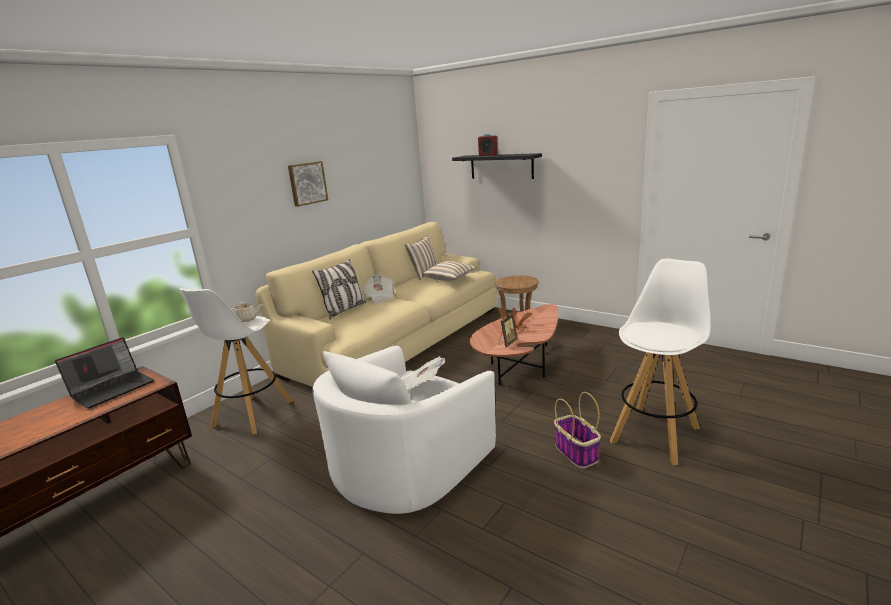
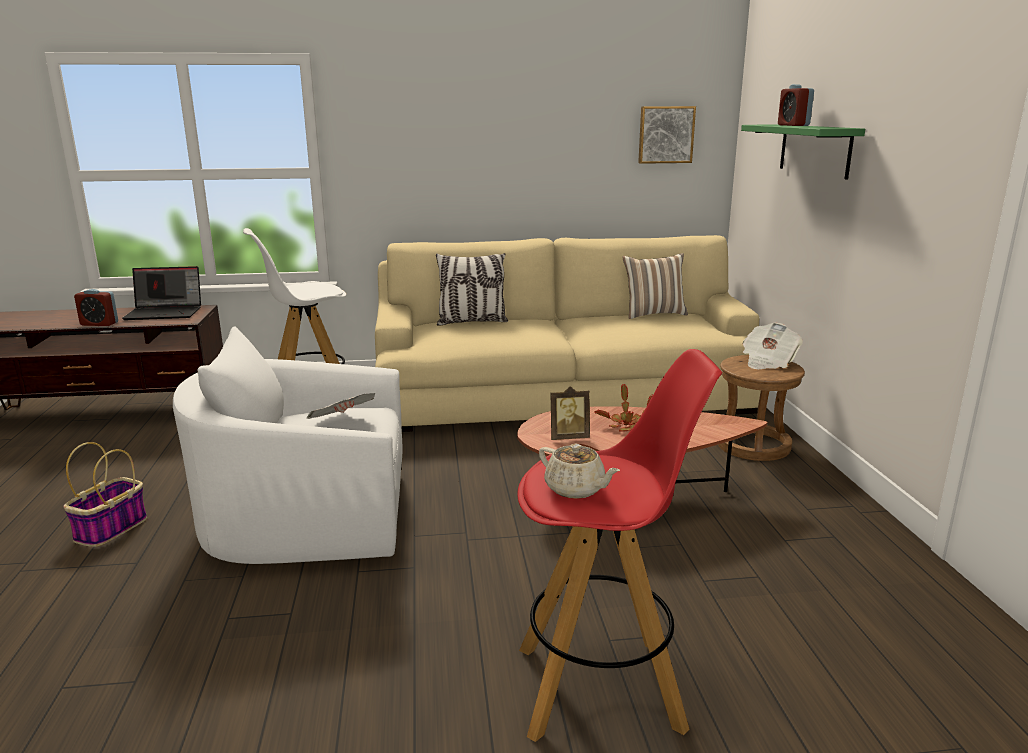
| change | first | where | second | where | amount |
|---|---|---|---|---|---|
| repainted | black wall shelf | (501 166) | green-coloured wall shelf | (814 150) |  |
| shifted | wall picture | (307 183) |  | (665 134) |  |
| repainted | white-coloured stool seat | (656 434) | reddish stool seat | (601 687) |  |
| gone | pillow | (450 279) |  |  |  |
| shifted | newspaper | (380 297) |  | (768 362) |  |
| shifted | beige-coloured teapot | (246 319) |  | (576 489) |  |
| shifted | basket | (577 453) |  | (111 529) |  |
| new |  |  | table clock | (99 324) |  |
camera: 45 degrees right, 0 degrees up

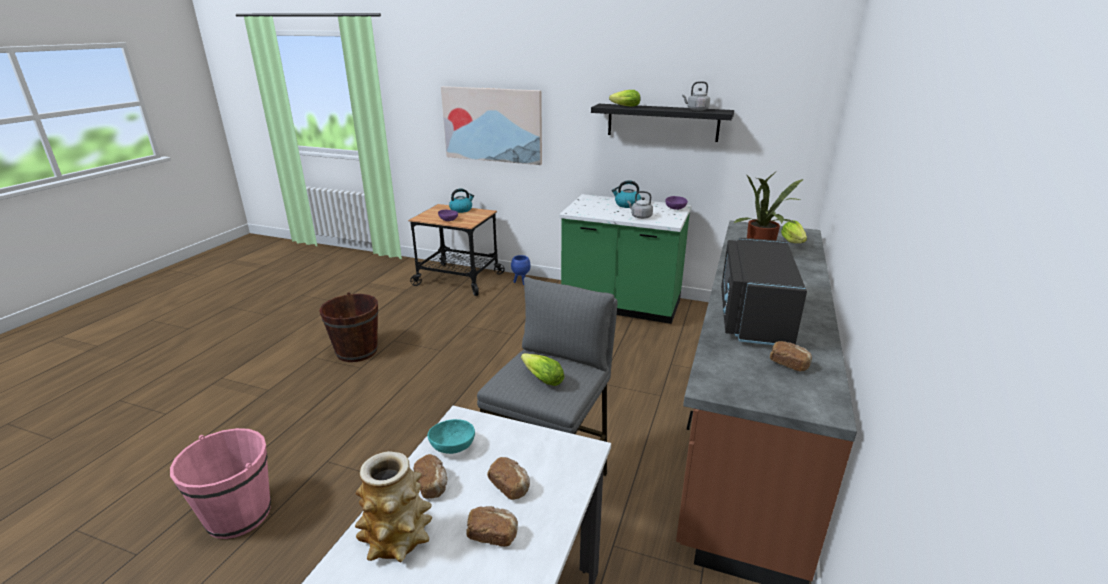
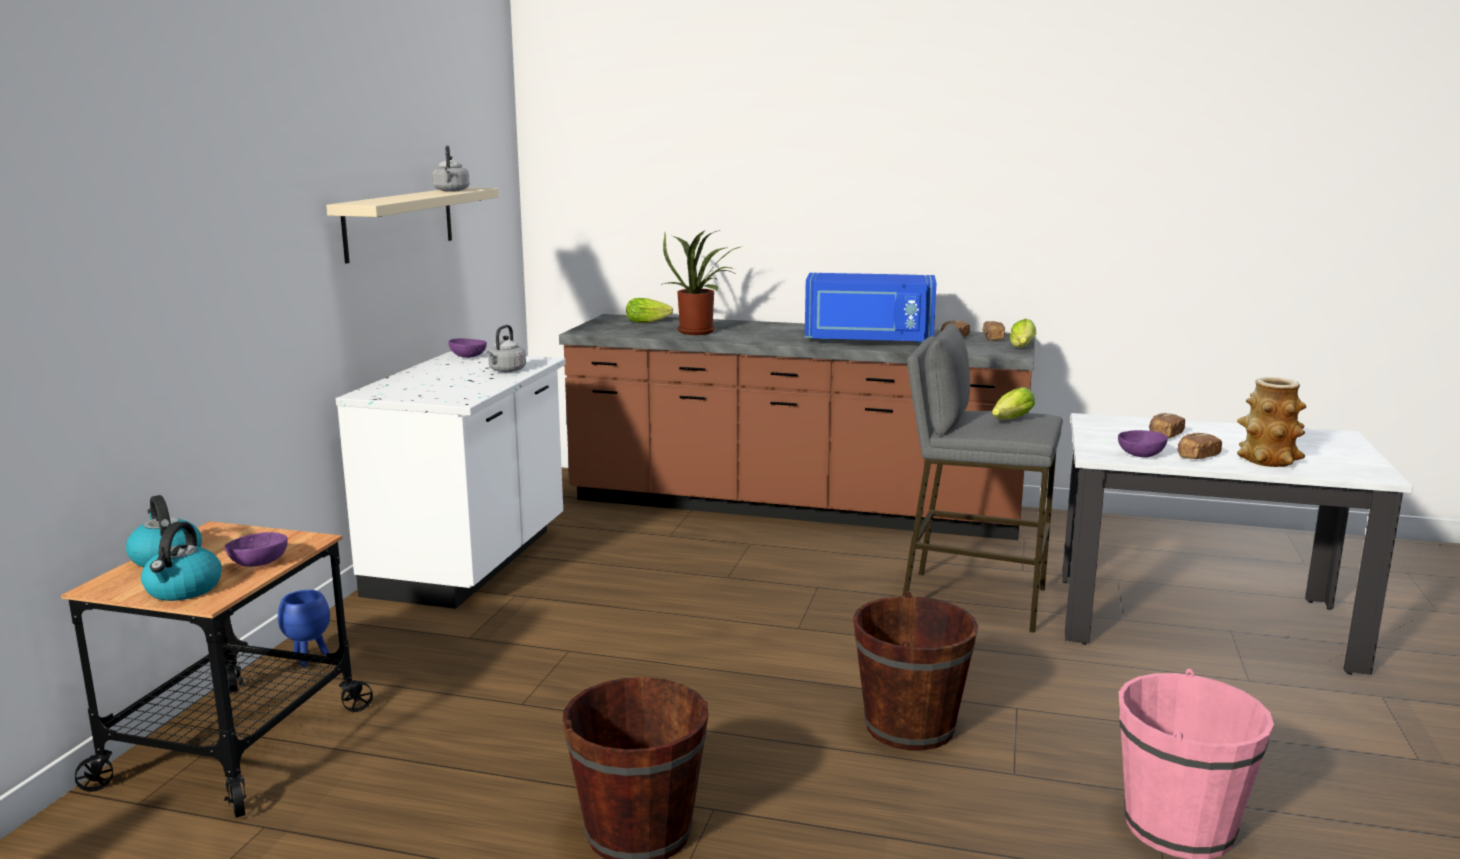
| change | first | where | second | where | amount |
|---|---|---|---|---|---|
| gone | wall picture | (492 125) |  |  |  |
| shifted | lettuce | (624 106) |  | (1022 348) |  |
| repainted | black wall shelf | (662 122) | beige-coloured wall shelf | (399 223) |  |
| shifted | water kettle | (627 205) |  | (183 589) |  |
| repainted | green-coloured kitchen base unit | (621 306) | white-coloured kitchen base unit | (471 563) |  |
| repainted | black microwave | (752 317) | bluish microwave | (868 341) |  |
| repainted | turquoise bowl | (452 446) | purple-coloured bowl | (1140 455) |  |
| shifted | bakery bread | (492 534) |  | (992 339) |  |
| new |  |  | brown-coloured water bucket | (910 726) |  |
camera: 95 degrees left, 10 degrees down

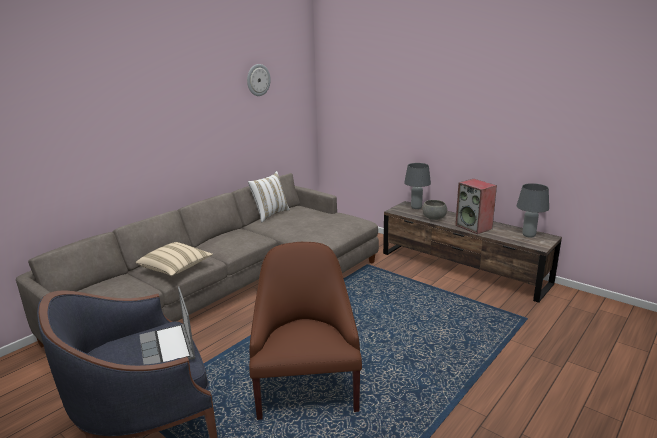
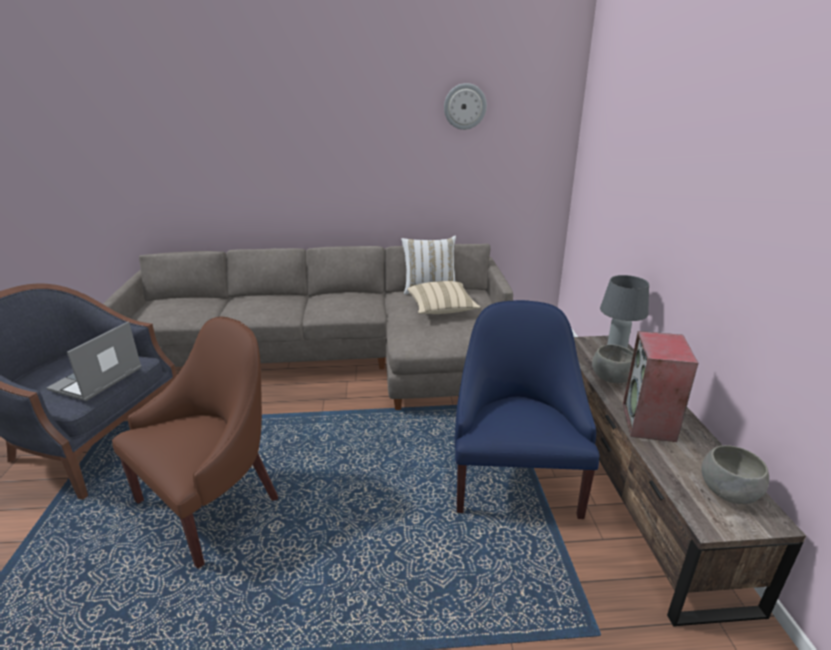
| change | first | where | second | where | amount |
|---|---|---|---|---|---|
| swapped | gray tabletop lamp | (528 235) | gray bowl | (727 490) |  |
| shifted | beige-coloured pillow | (176 268) |  | (441 309) |  |
| new |  |  | bluish armchair | (514 479) |  |
camera: 45 degrees right, 5 degrees up

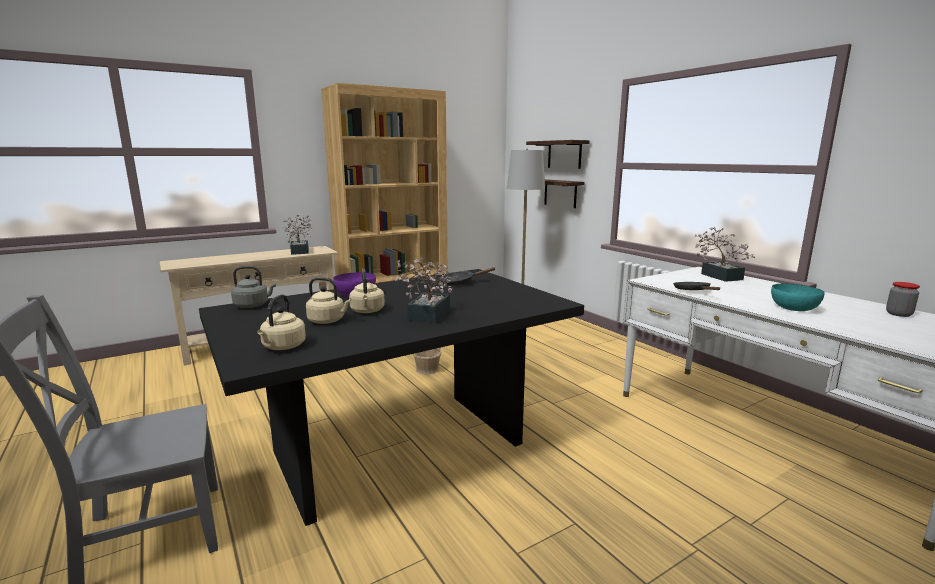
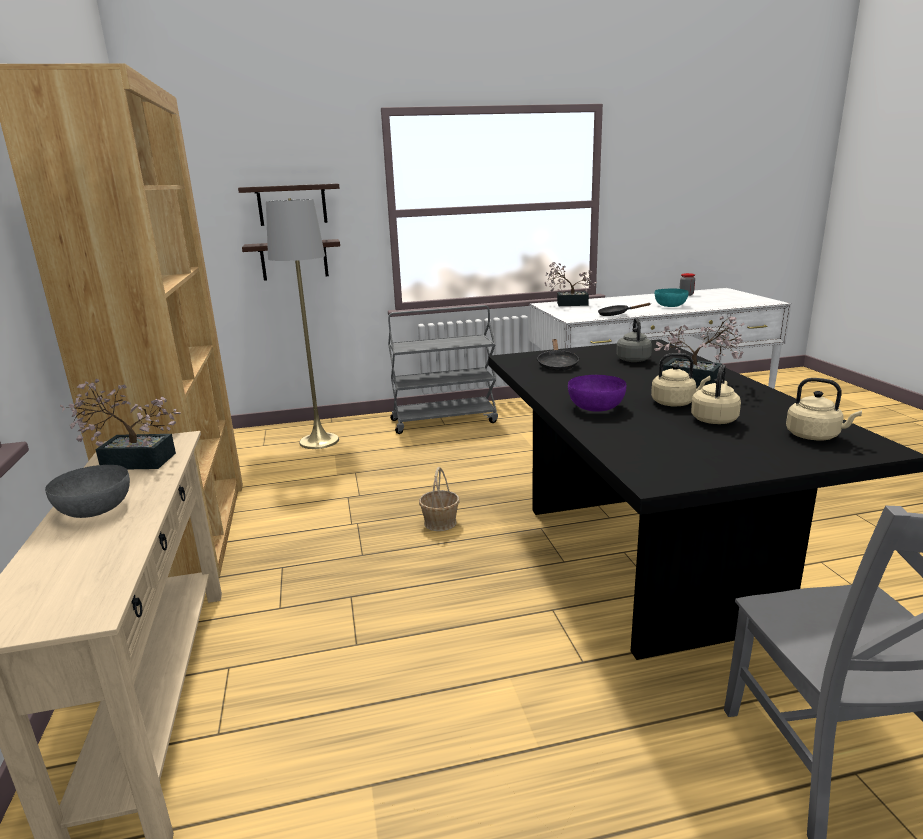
| change | first | where | second | where | amount |
|---|---|---|---|---|---|
| shifted | gray water kettle | (253 305) |  | (633 359) |  |
| new |  |  | gray cart | (444 421) |  |
| new |  |  | gray bowl | (96 508) |  |
camera: 70 degrees left, 5 degrees up

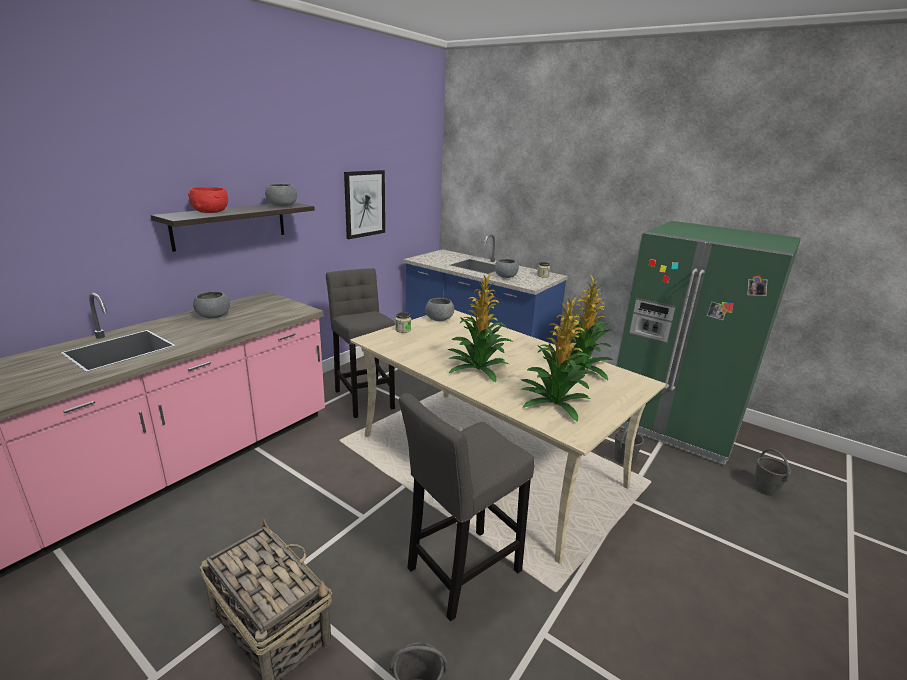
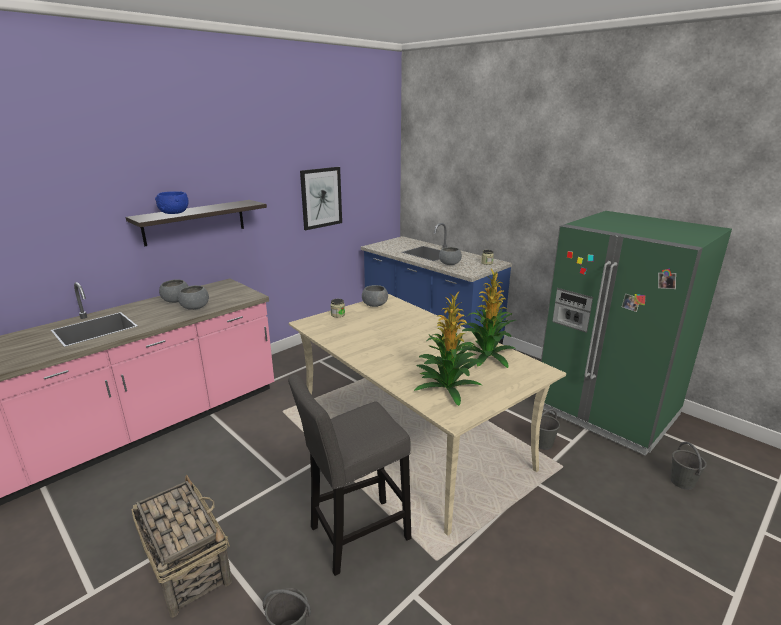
| change | first | where | second | where | amount |
|---|---|---|---|---|---|
| shifted | gray bowl | (282 206) |  | (195 307) |  |
| repainted | reddish bowl | (211 212) | bluish bowl | (175 213) |  |
| gone | gray stool seat | (364 397) |  |  |  |
| gone | houseplant | (478 368) |  |  |  |
camera: 10 degrees right, 0 degrees up

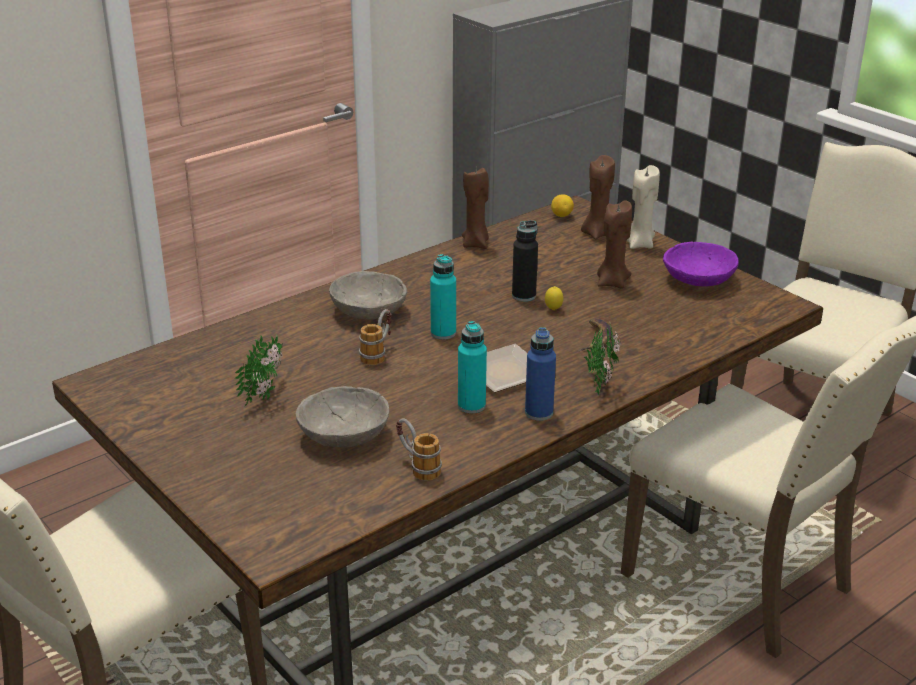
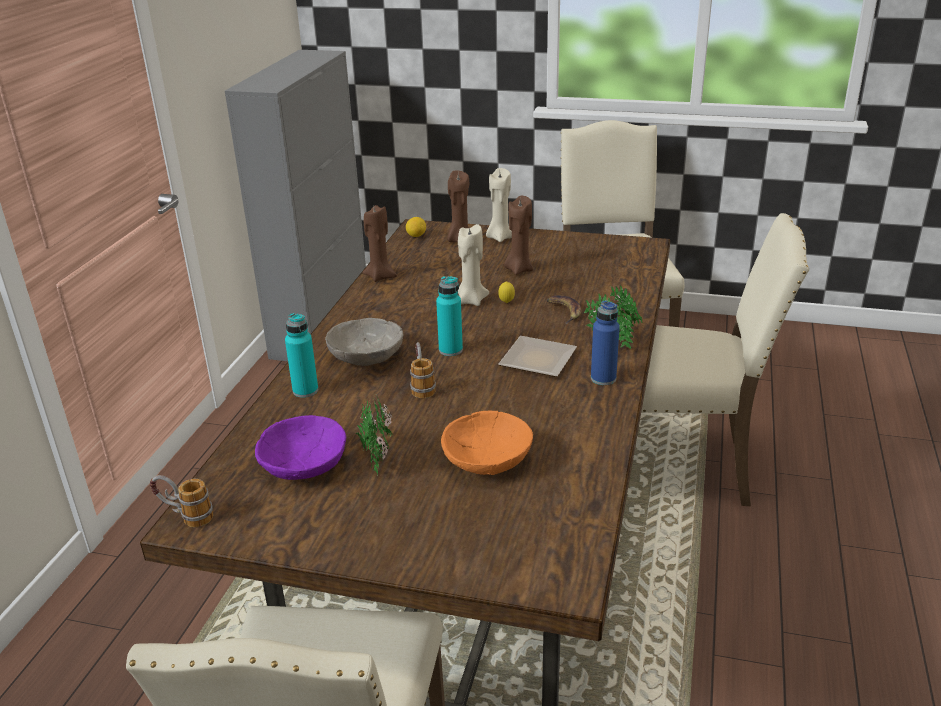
| change | first | where | second | where | amount |
|---|---|---|---|---|---|
| swapped | black drink bottle | (524 296) | beige-coloured candle | (471 301) |  |
| shifted | purple-coloured bowl | (699 279) |  | (304 465) |  |
| shifted | turquoise drink bottle | (471 406) |  | (305 390) |  |
| repainted | gray bowl | (345 435) | orange-coloured bowl | (487 460) |  |
| shifted | mug | (417 467) |  | (185 517) |  |
camera: 35 degrees left, 0 degrees up

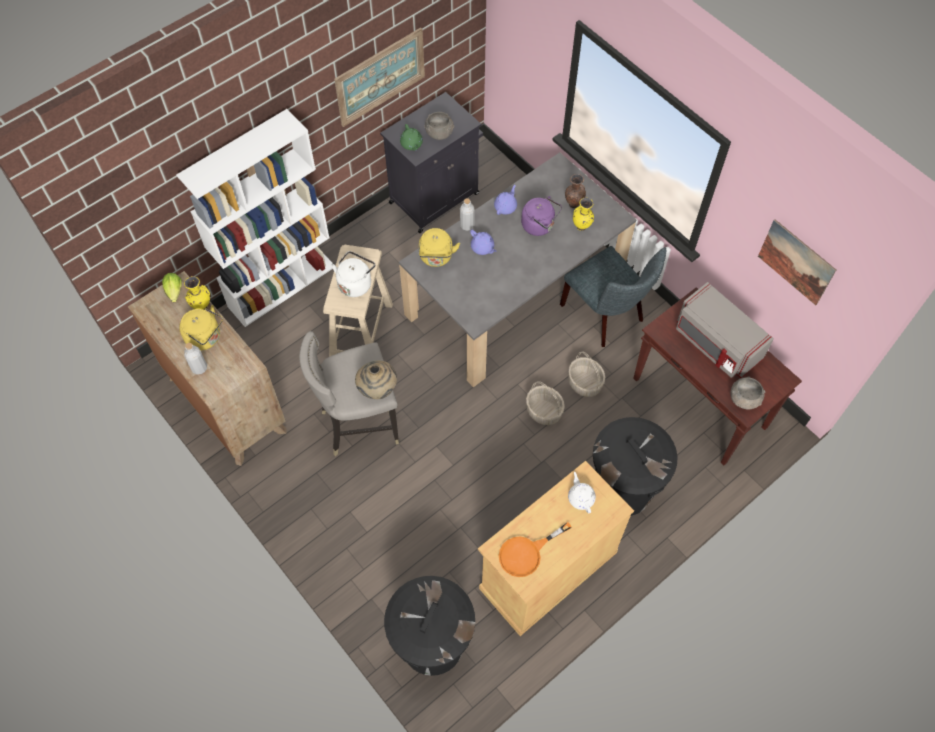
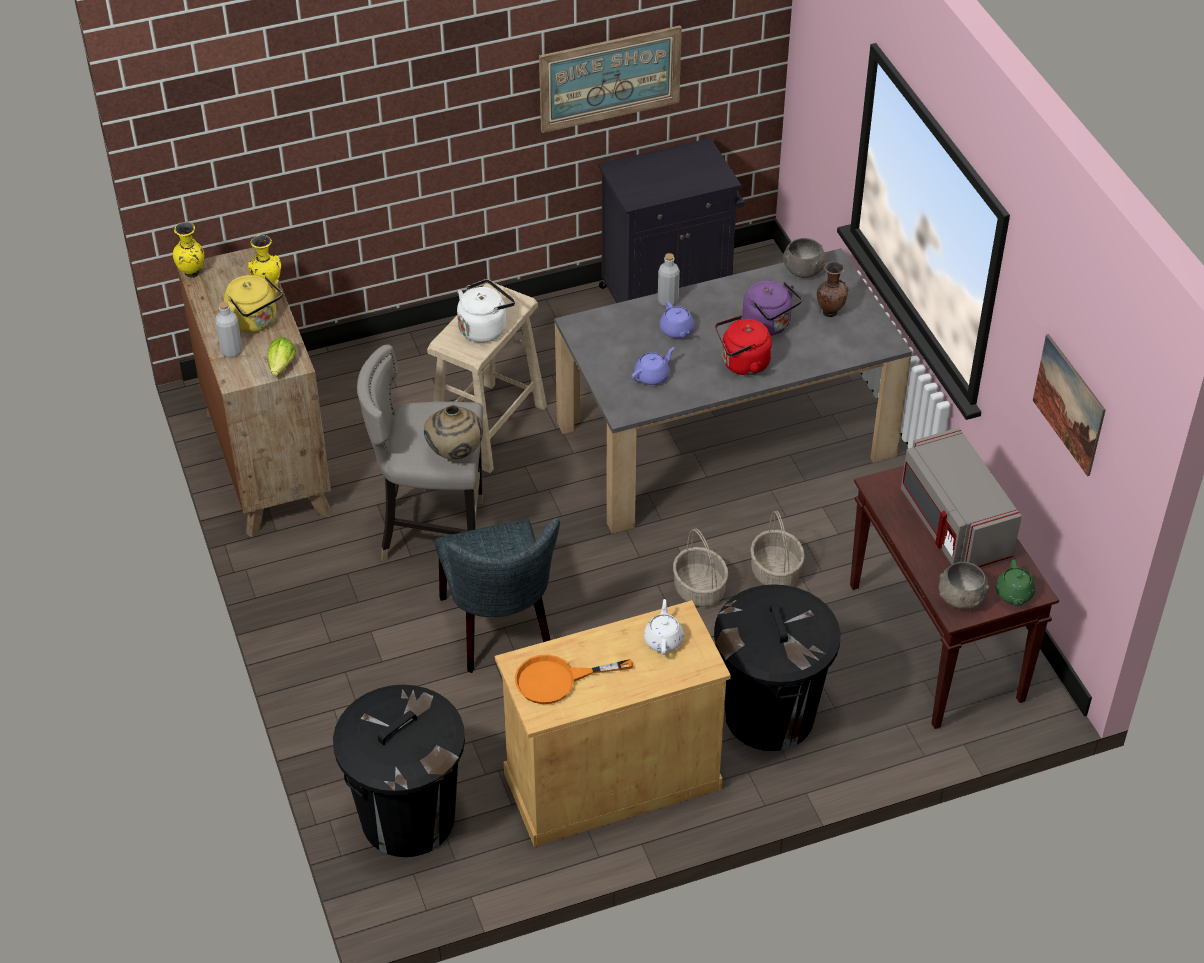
| change | first | where | second | where | amount |
|---|---|---|---|---|---|
| gone | white-coloured bookcase | (282 285) |  |  |  |
| shifted | gray bowl | (439 133) |  | (803 270) |  |
| shifted | green-coloured teapot | (411 144) |  | (1014 594) |  |
| shifted | purple-coloured teapot | (505 207) |  | (652 376) |  |
| shifted | yellow decorative vase | (582 227) |  | (192 274) |  |
| gone | yellow water kettle | (436 258) |  |  |  |
| shifted | gray chair | (606 315) |  | (500 631) |  |
| shifted | lettuce | (175 293) |  | (281 368) |  |
| new |  |  | reddish water kettle | (742 364) |  |
camera: 20 degrees right, 15 degrees down

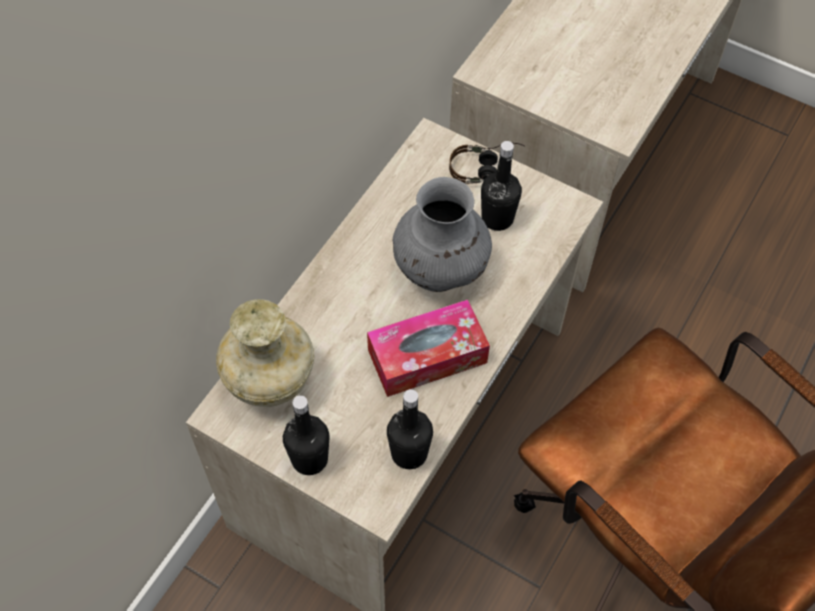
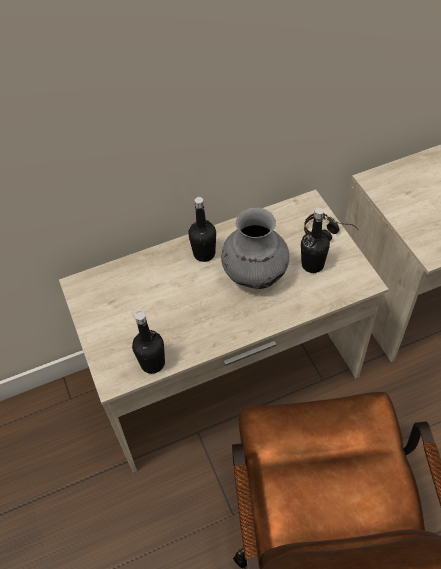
| change | first | where | second | where | amount |
|---|---|---|---|---|---|
| gone | beige-coloured decorative vase | (272 382) |  |  |  |
| gone | box of tissues | (427 356) |  |  |  |
| shifted | black drink bottle | (309 459) |  | (204 253) |  |
camera: 40 degrees right, 5 degrees down

